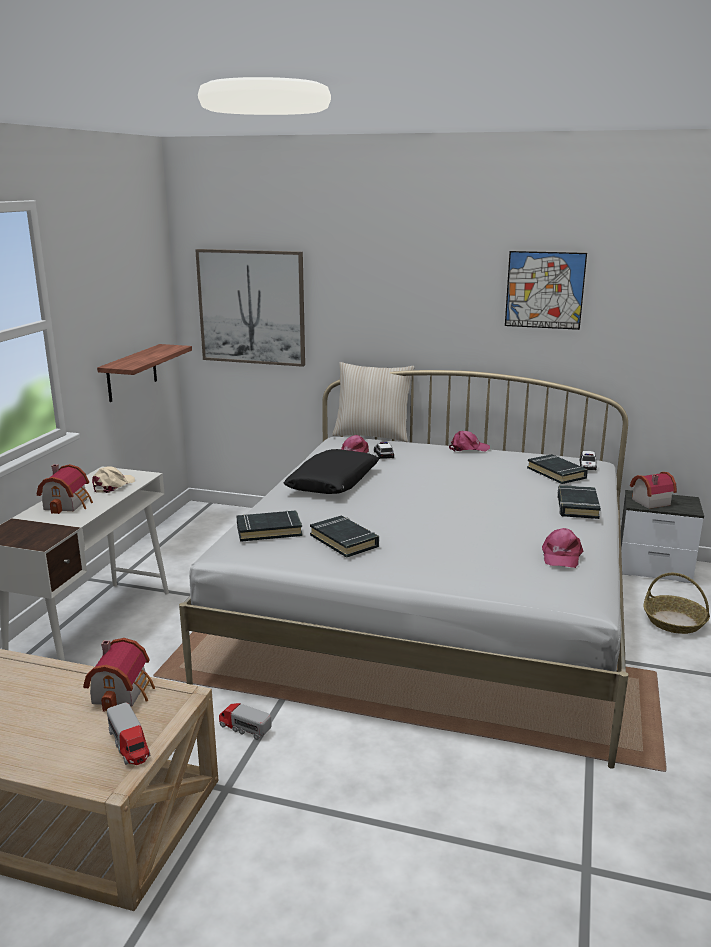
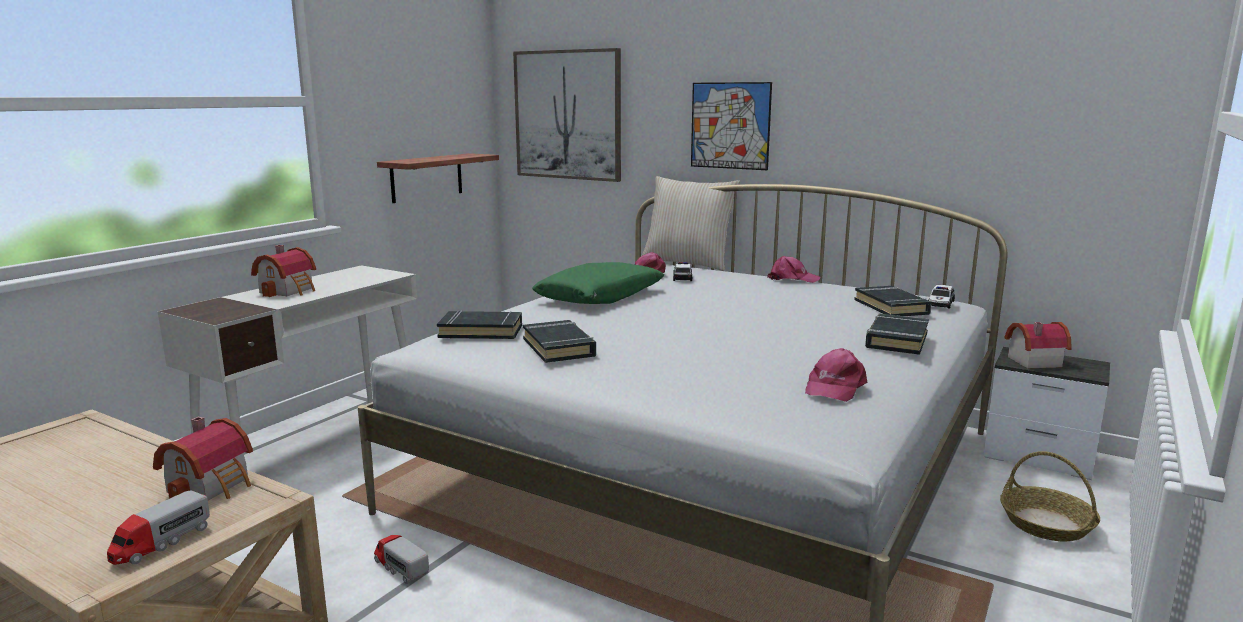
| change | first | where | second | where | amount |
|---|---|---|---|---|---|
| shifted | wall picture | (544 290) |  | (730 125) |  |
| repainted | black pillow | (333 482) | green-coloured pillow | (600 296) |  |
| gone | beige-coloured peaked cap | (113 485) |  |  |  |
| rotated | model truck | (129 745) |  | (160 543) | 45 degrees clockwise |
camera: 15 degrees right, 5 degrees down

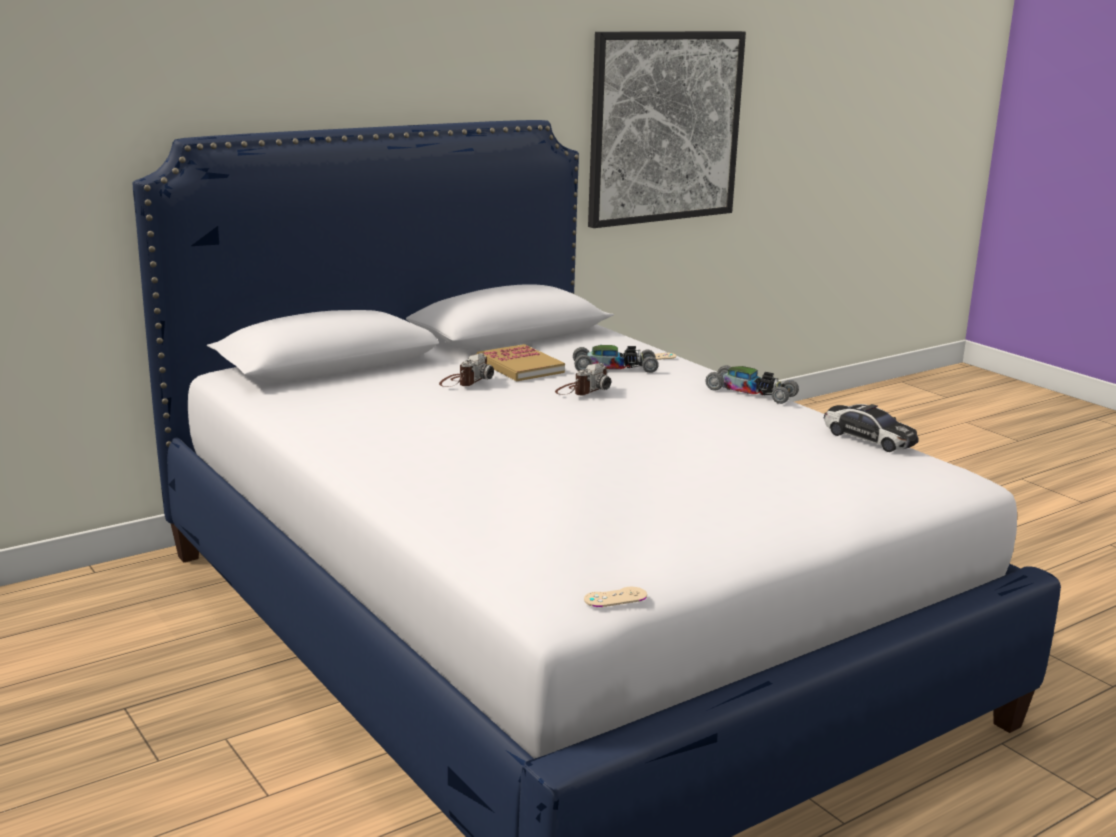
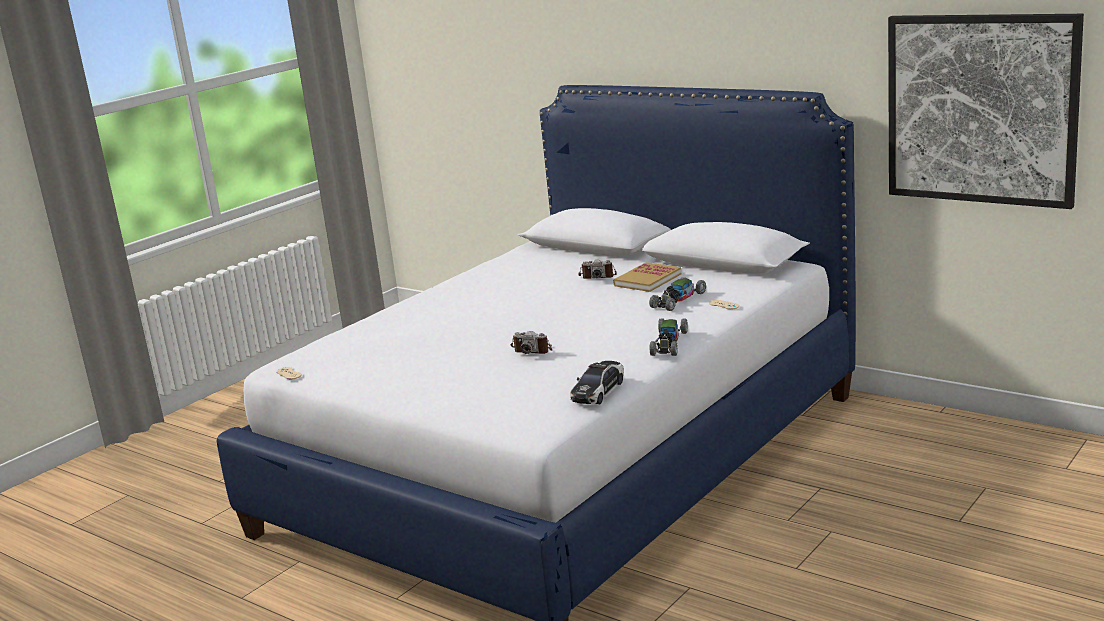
| change | first | where | second | where | amount |
|---|---|---|---|---|---|
| rotated | toy car | (614 368) |  | (678 300) | 60 degrees clockwise |
| shifted | photo camera | (582 390) |  | (533 350) |  |
camera: 75 degrees right, 0 degrees up

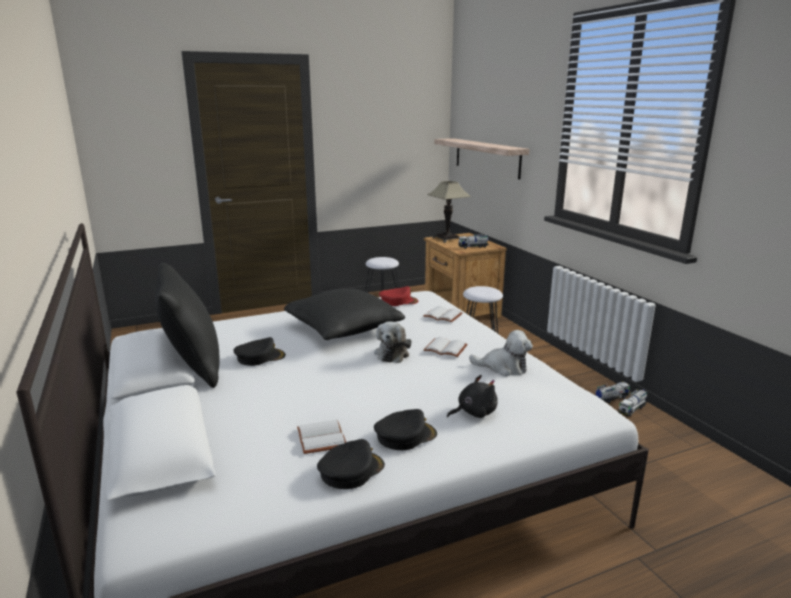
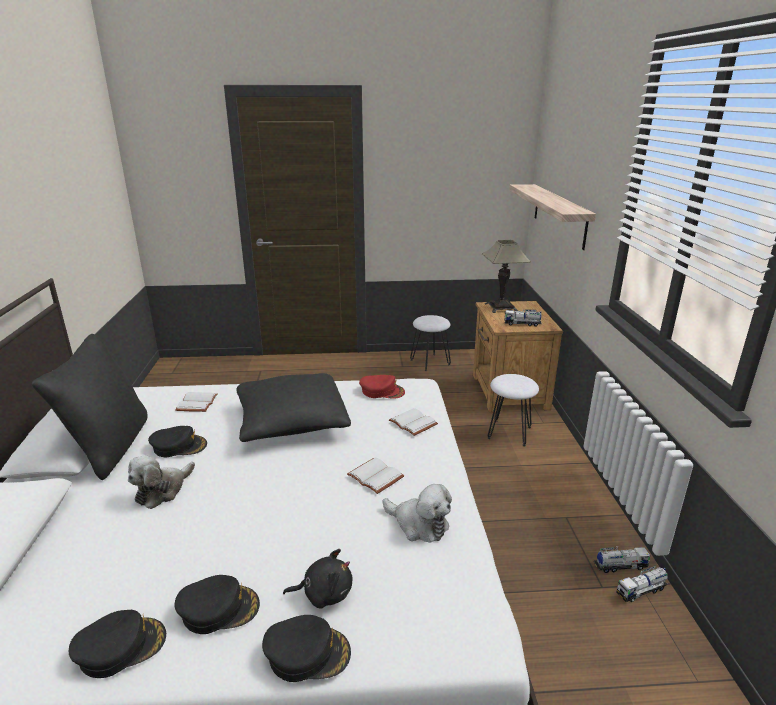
| change | first | where | second | where | amount |
|---|---|---|---|---|---|
| shifted | plush toy | (392 353) |  | (162 490) |  |
| shifted | white-coloured volume | (323 438) |  | (198 403) |  |
| new |  |  | black peaked cap | (307 653) |  |
camera: 20 degrees right, 5 degrees up

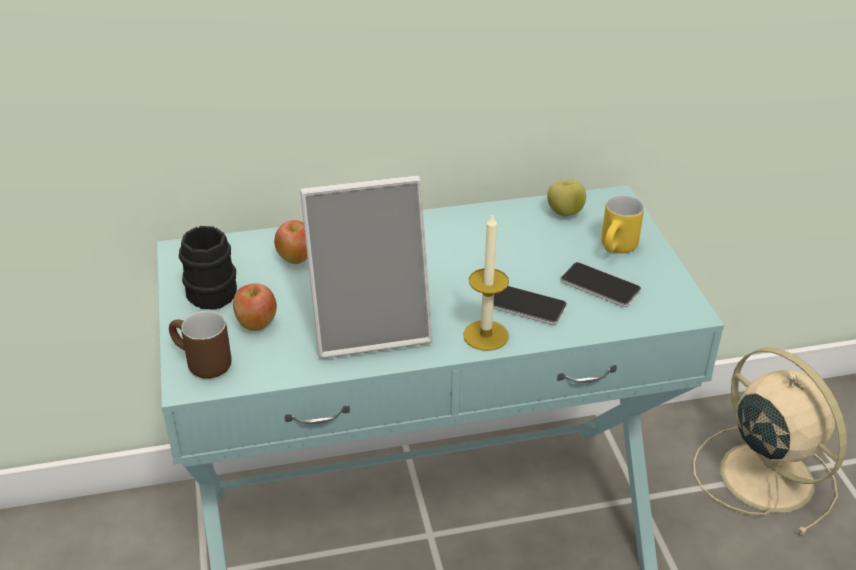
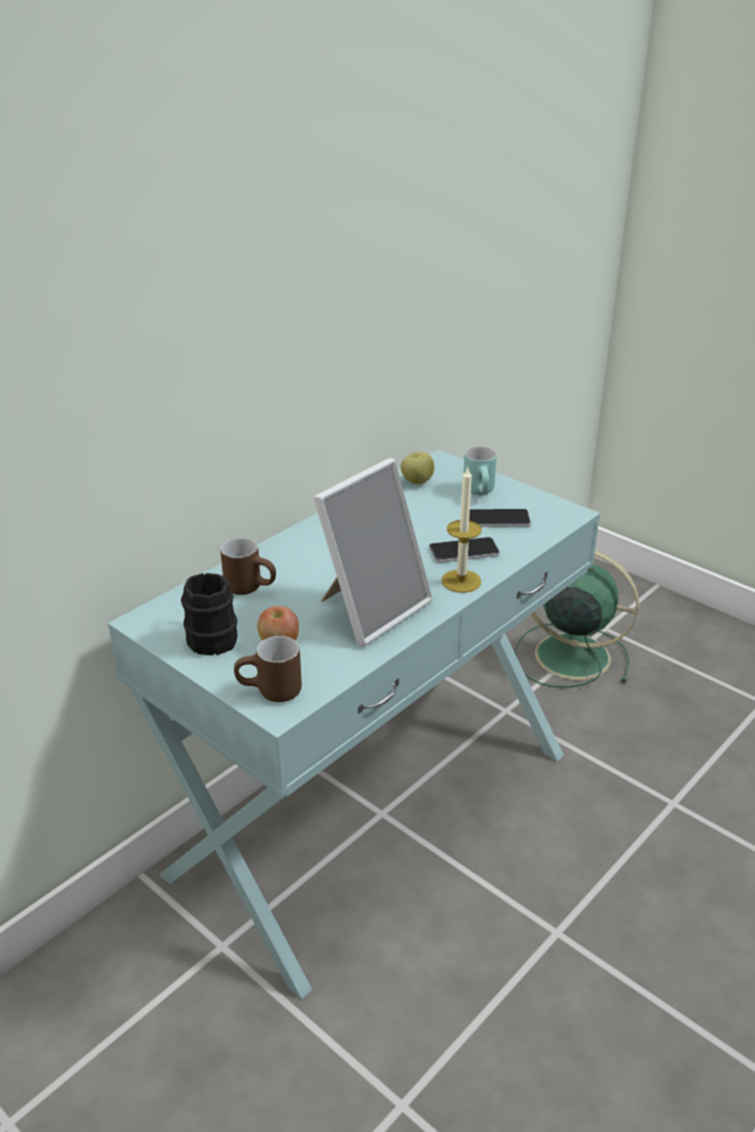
| change | first | where | second | where | amount |
|---|---|---|---|---|---|
| repainted | yellow mug | (618 250) | turquoise mug | (482 492) |  |
| swapped | whole apple | (296 258) | brown-coloured mug | (251 587) |  |
| repainted | beige-coloured cooling fan | (763 474) | green-coloured cooling fan | (568 655) |  |
camera: 35 degrees left, 5 degrees down

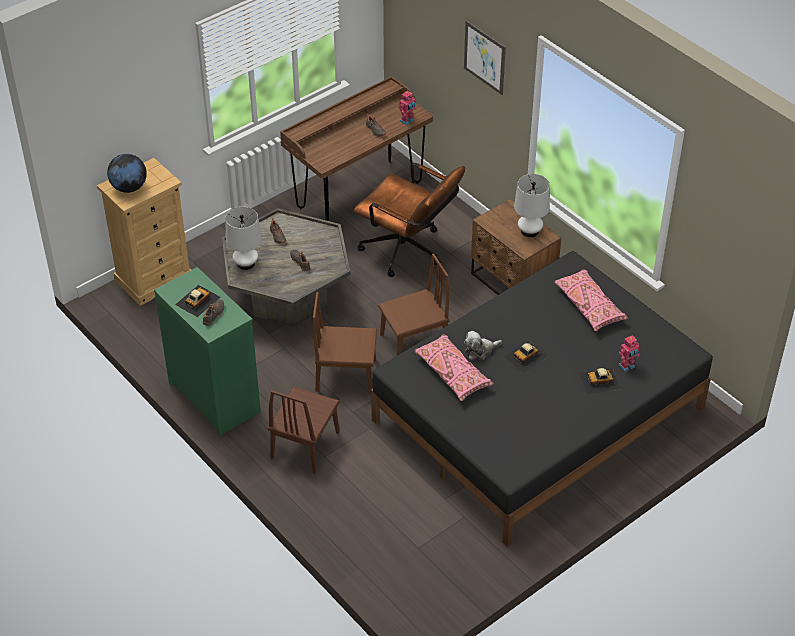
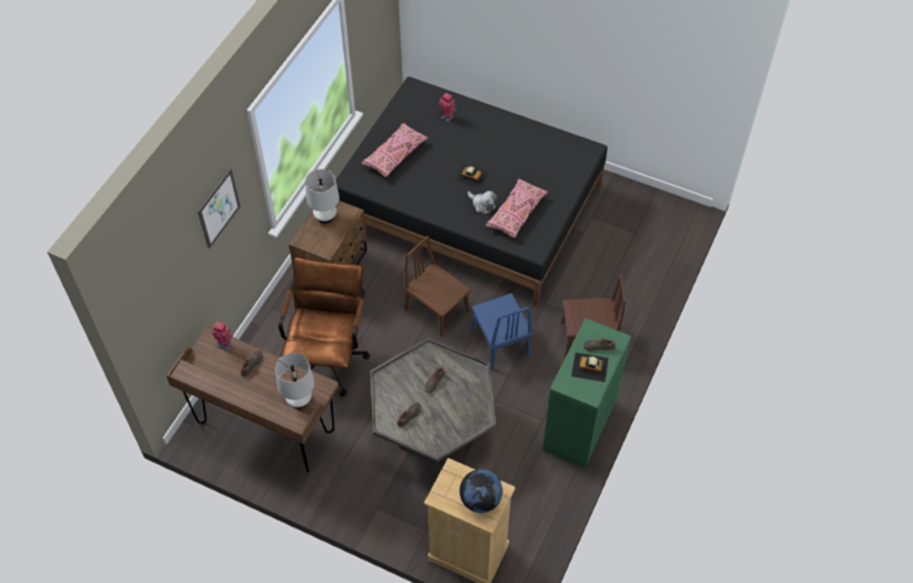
| change | first | where | second | where | amount |
|---|---|---|---|---|---|
| shifted | white-coloured tabletop lamp | (246 263) |  | (299 400) |  |
| repainted | brown-coloured chair | (346 375) | bluish chair | (500 342) |  |
| gone | toy car | (600 381) |  |  |  |
camera: 115 degrees left, 10 degrees up

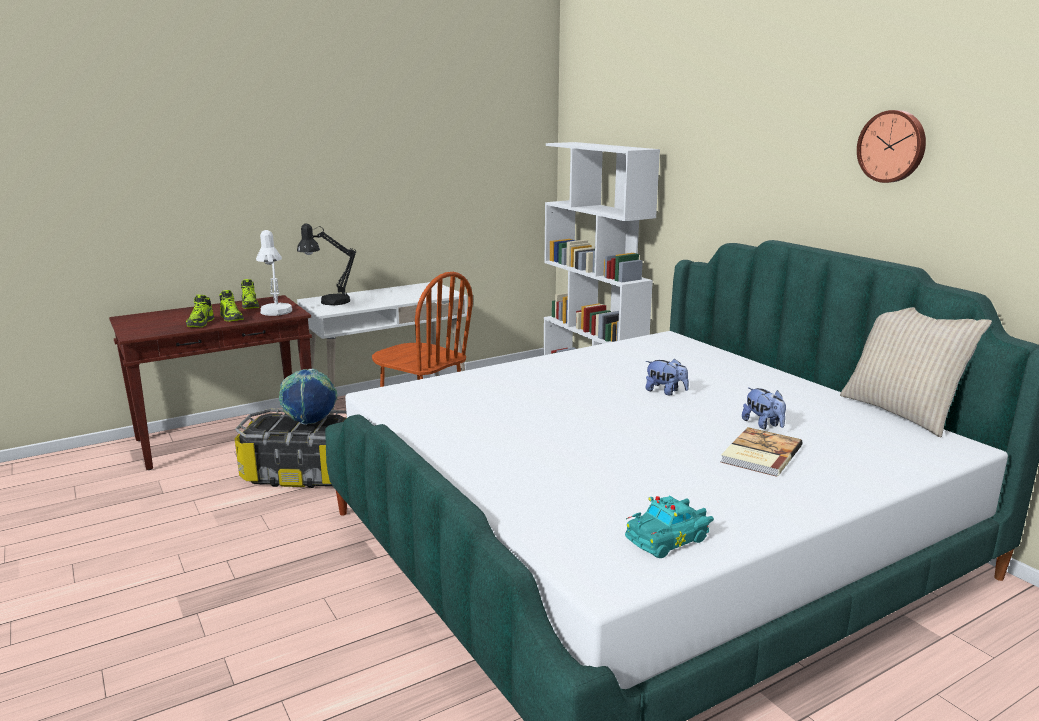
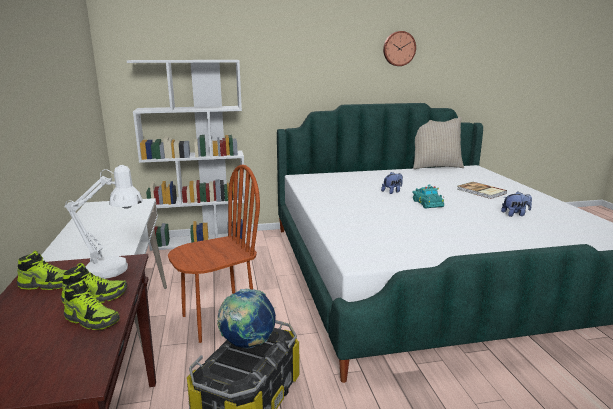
| change | first | where | second | where | amount |
|---|---|---|---|---|---|
| gone | black tabletop lamp | (328 302) |  |  |  |
| shifted | plush toy | (763 425) |  | (515 214) |  |
| shifted | turquoise toy car | (669 538) |  | (427 203) |  |
camera: 70 degrees left, 0 degrees up

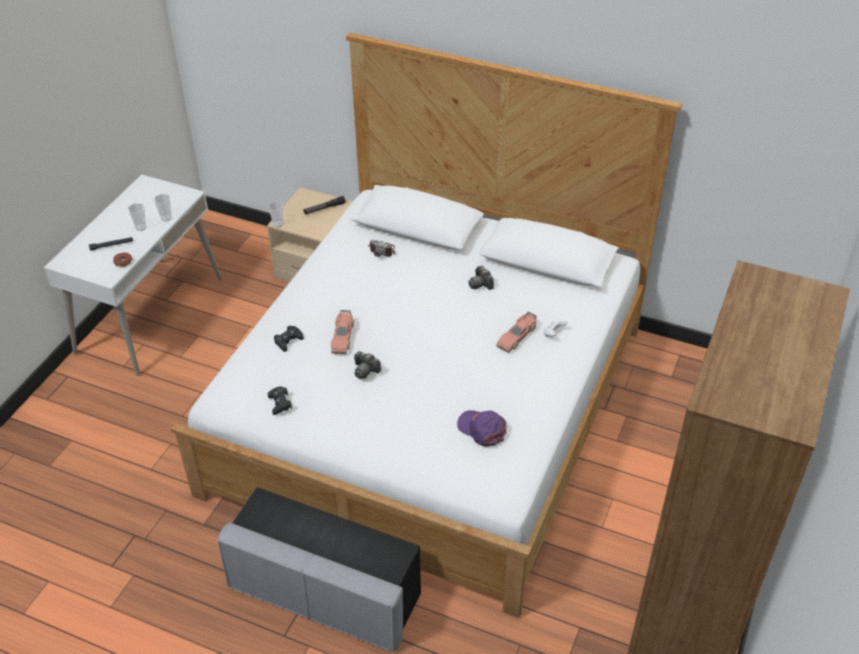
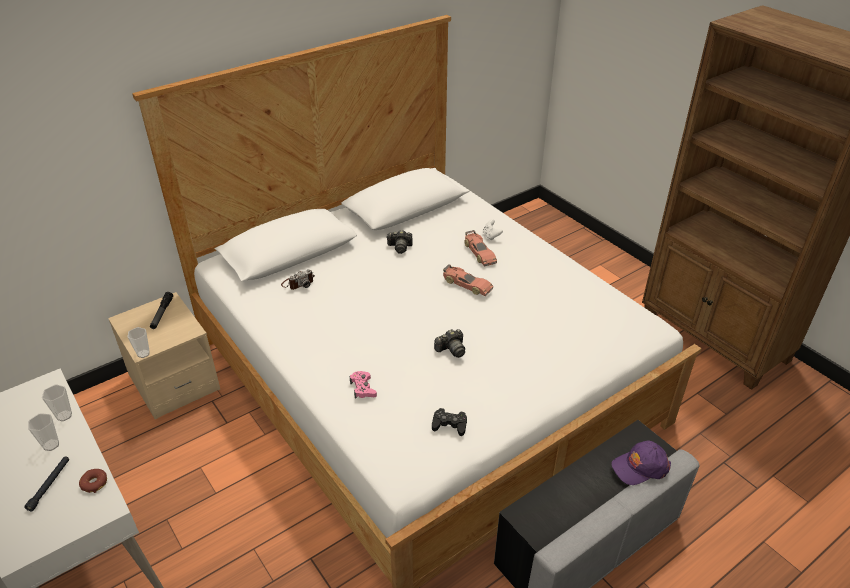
| change | first | where | second | where | amount |
|---|---|---|---|---|---|
| shifted | toy car | (342 336) |  | (467 285) |  |
| repainted | black game controller | (288 341) | pink-coloured game controller | (363 388) |  |
| shifted | purple-coloured peaked cap | (482 429) |  | (640 467) |  |
camera: 60 degrees left, 5 degrees down

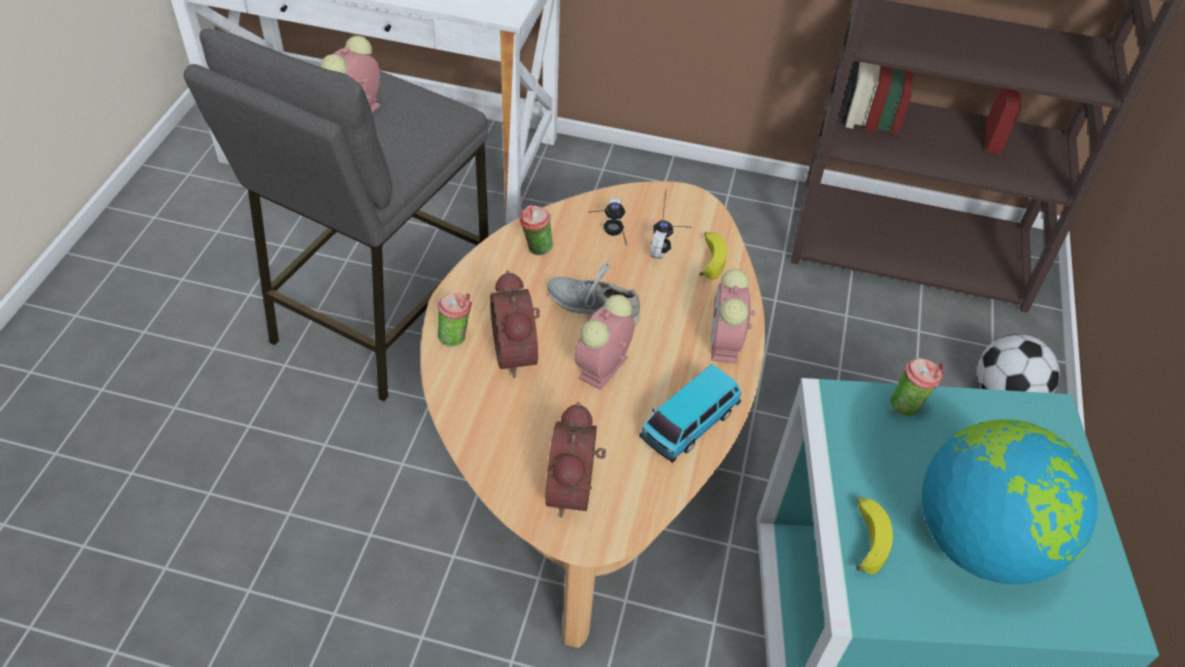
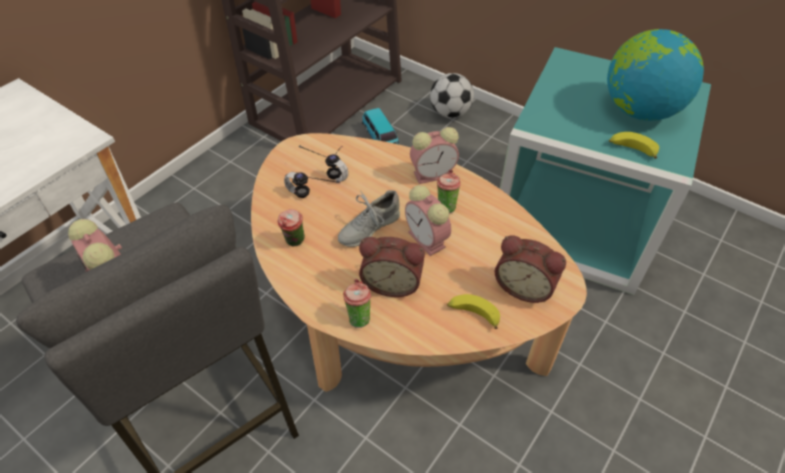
| change | first | where | second | where | amount |
|---|---|---|---|---|---|
| shifted | banana fruit | (709 259) |  | (472 314) |  |
| rotated | table clock | (725 344) |  | (433 174) | 45 degrees counterclockwise |
| shifted | small cup | (907 405) |  | (446 206) |  |
| shifted | toy car | (689 424) |  | (380 137) |  |
camera: 65 degrees left, 0 degrees up

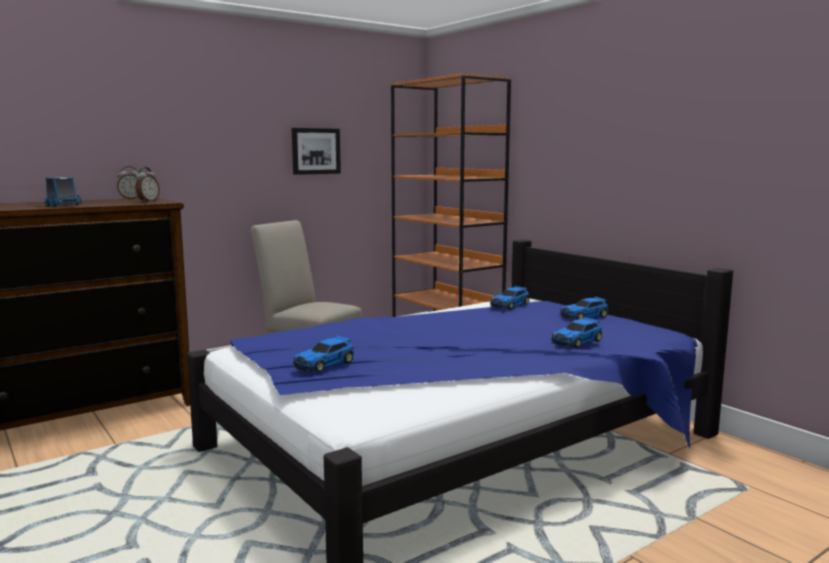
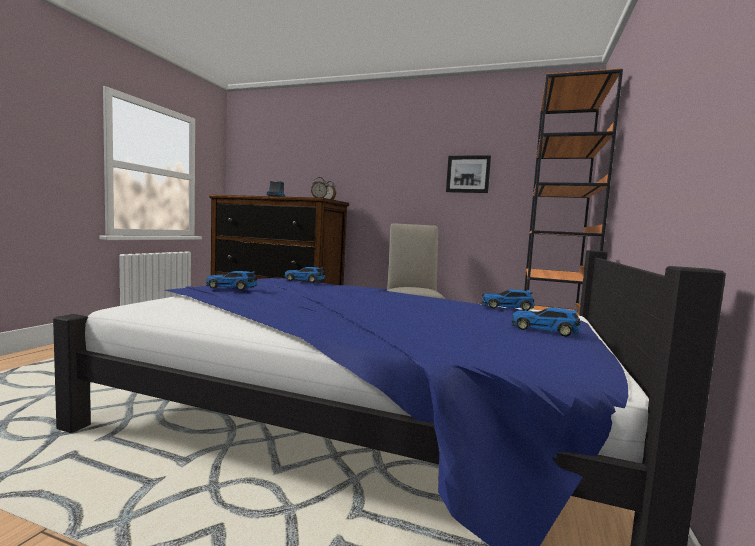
| change | first | where | second | where | amount |
|---|---|---|---|---|---|
| shifted | toy car | (577 341) |  | (305 280) |  |
camera: 55 degrees right, 5 degrees down

